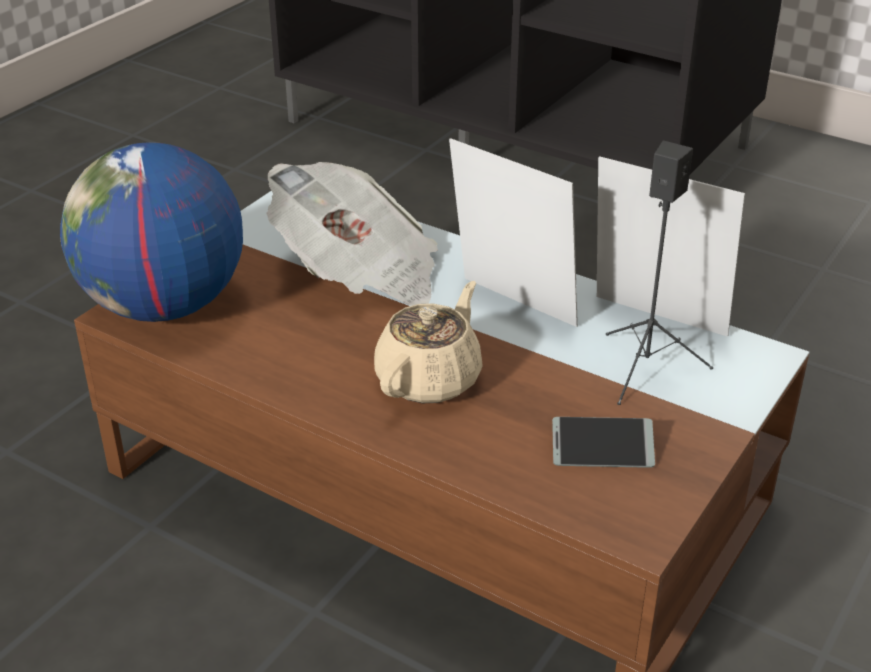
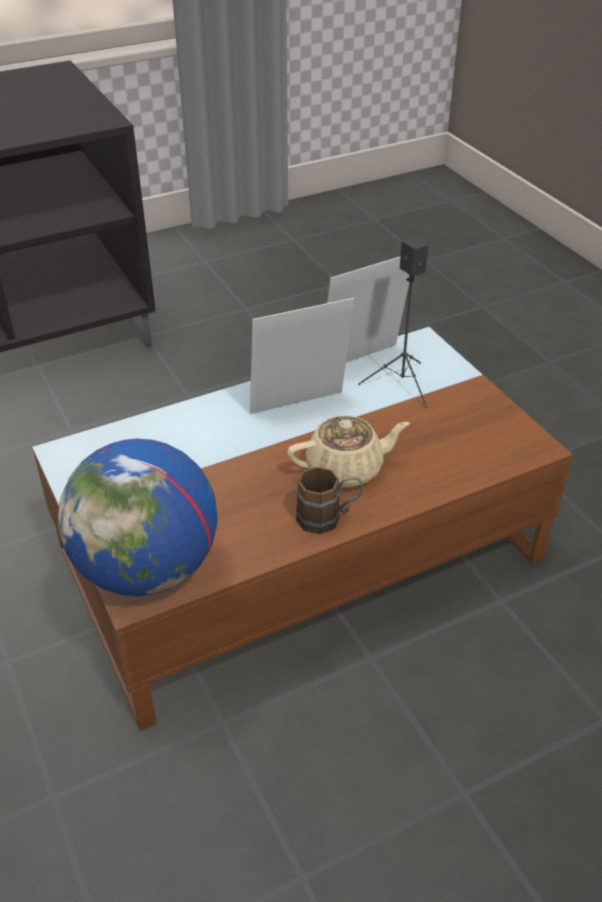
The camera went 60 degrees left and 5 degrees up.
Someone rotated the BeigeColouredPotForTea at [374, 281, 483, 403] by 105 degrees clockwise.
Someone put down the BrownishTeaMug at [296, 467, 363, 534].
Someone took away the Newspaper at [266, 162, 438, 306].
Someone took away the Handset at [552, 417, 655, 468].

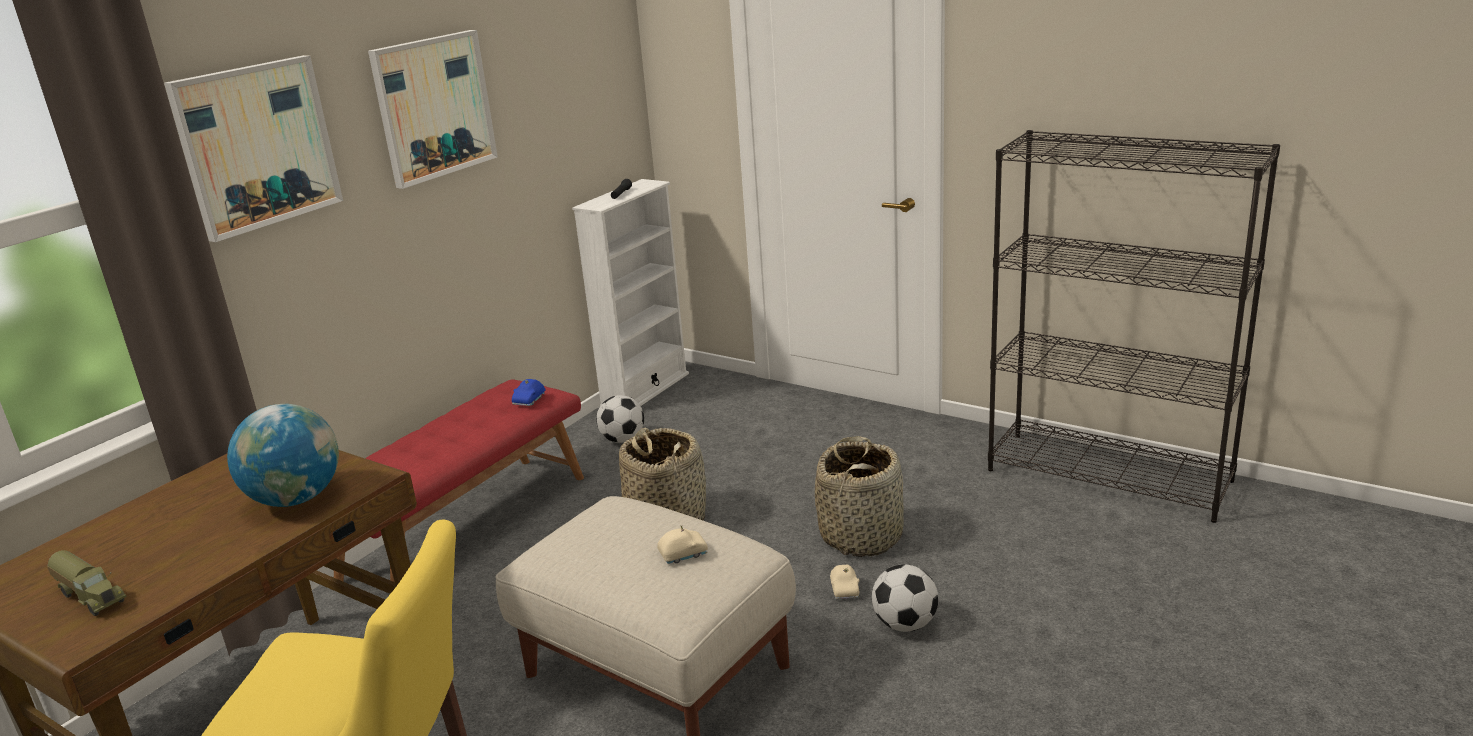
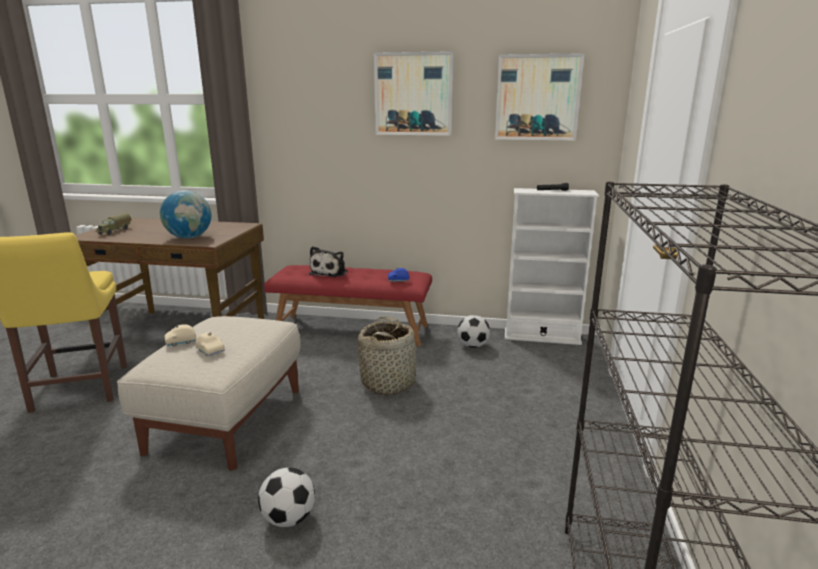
The camera went 65 degrees right and 5 degrees down.
Someone carried the BeigeColouredToyCar from [830, 565, 860, 599] to [165, 324, 196, 346].
Someone put down the CuddlyToy at [309, 246, 347, 277].
Someone carried the Picture from [164, 55, 343, 242] to [495, 53, 584, 141].
Someone took away the StorageBasket at [815, 436, 904, 557].

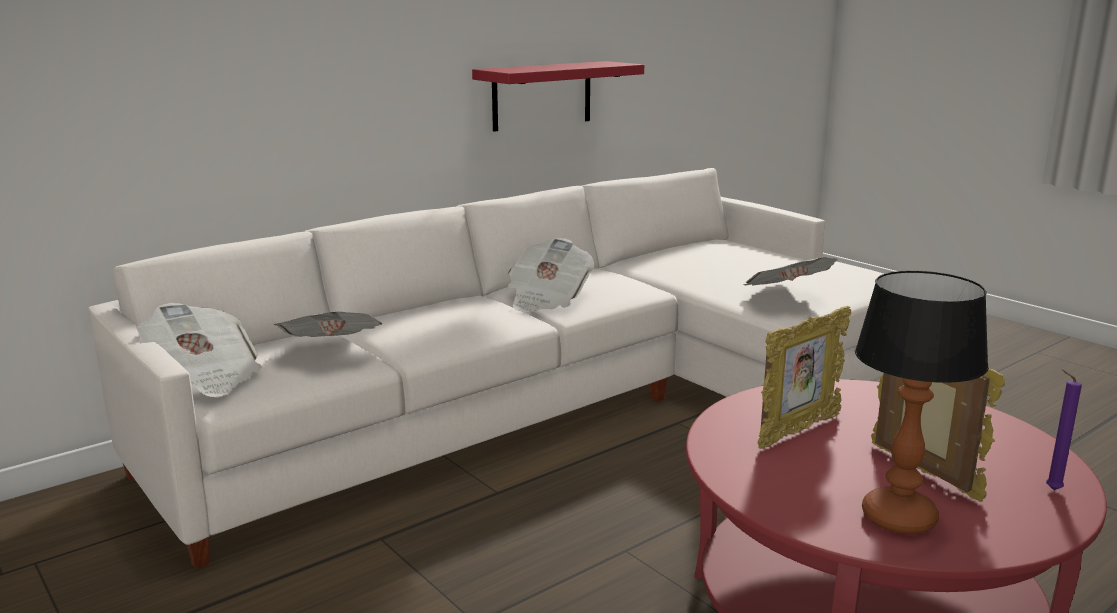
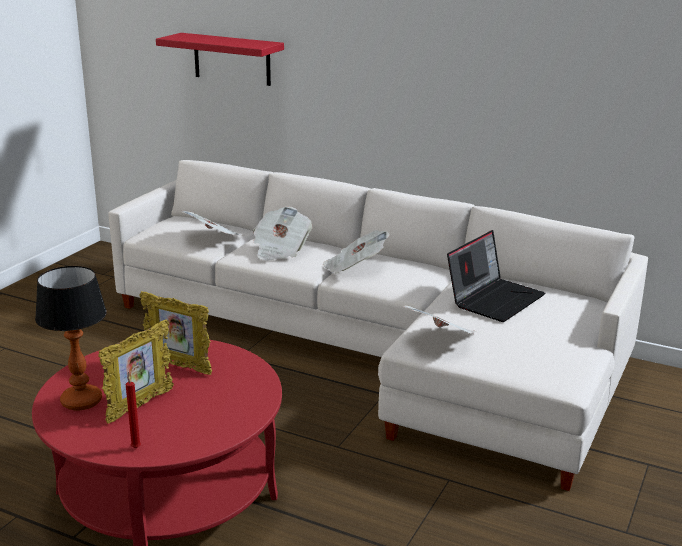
The camera went 65 degrees right and 5 degrees up.
Someone repainted the PurpleCandle at [1046, 370, 1082, 490], which became the RedCandle at [126, 372, 141, 448].
Someone carried the RedWallShelf from [472, 61, 644, 132] to [156, 33, 284, 86].
Someone carried the Newspaper from [137, 303, 262, 397] to [253, 206, 312, 261].
Someone put down the NotebookComputer at [447, 230, 545, 322].

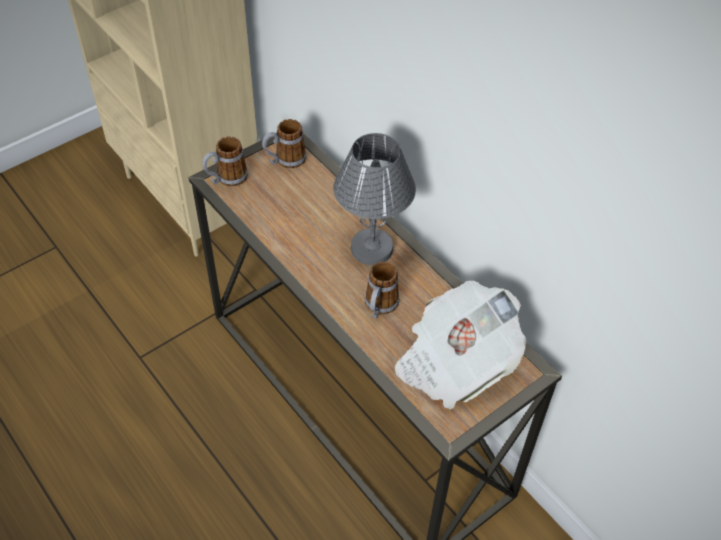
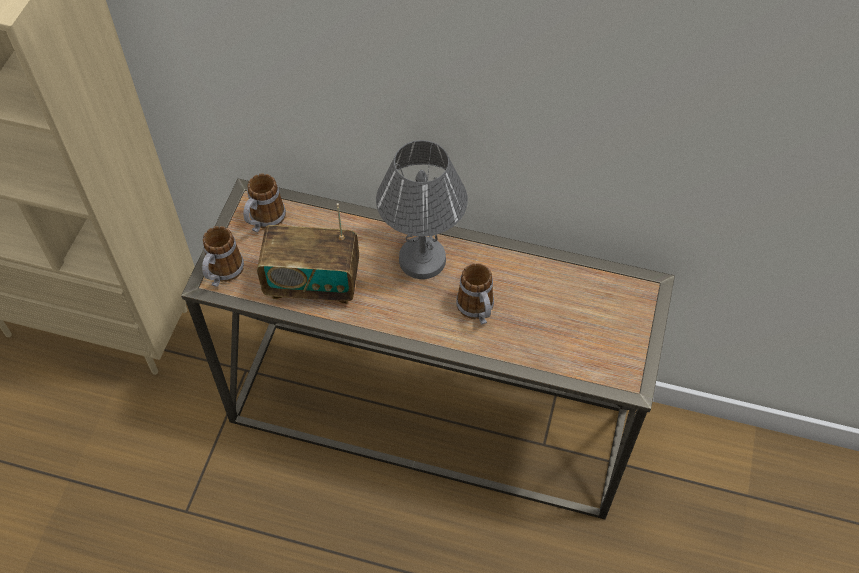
The camera went 35 degrees left and 5 degrees up.
Someone put down the RadioReceiver at [257, 203, 359, 304].
Someone took away the Newspaper at [395, 280, 526, 409].

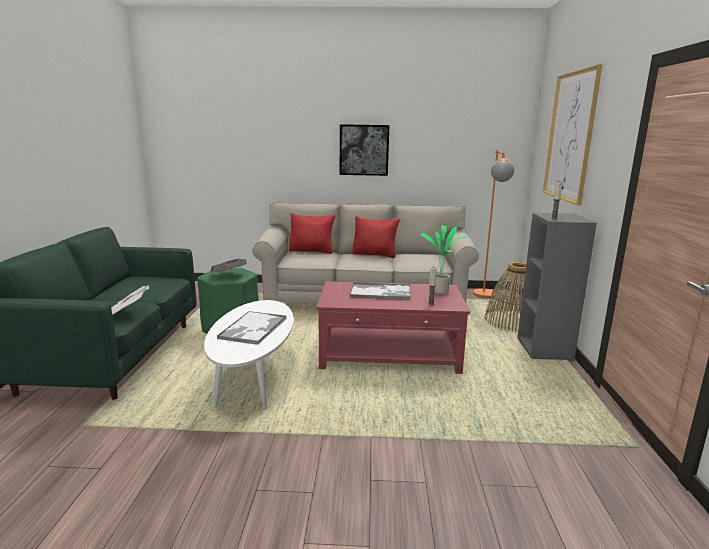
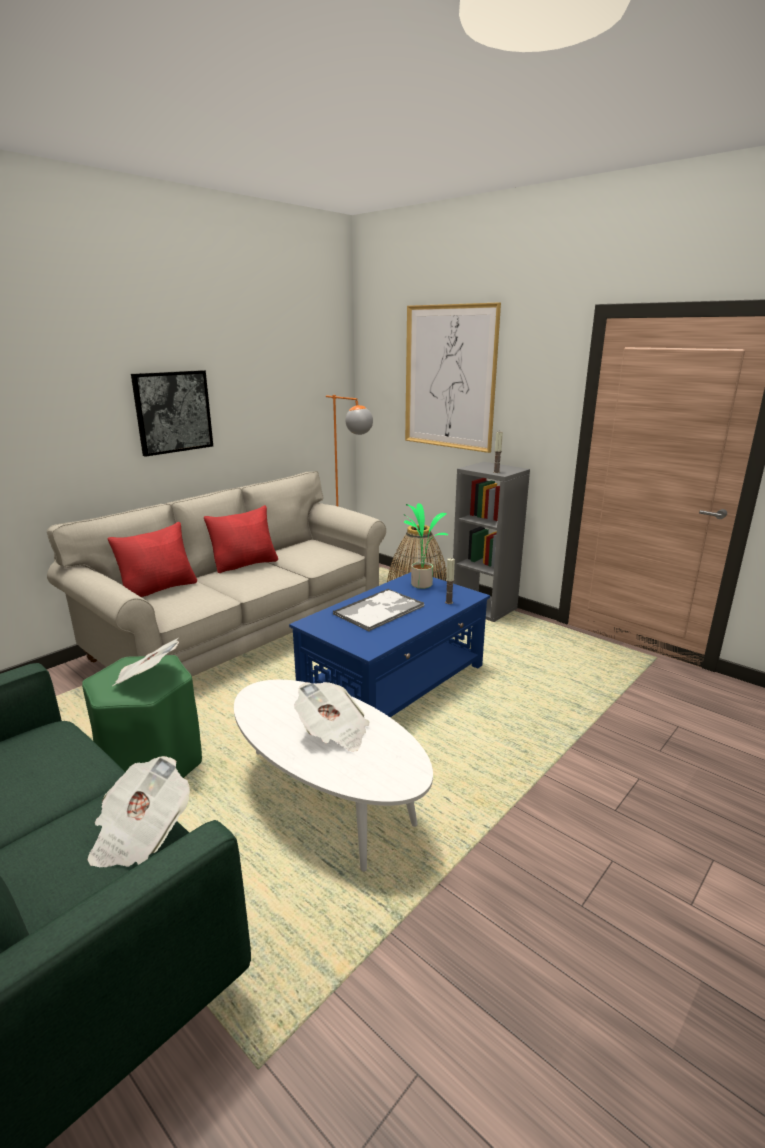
The camera went 50 degrees left and 5 degrees up.
Someone repainted the RedLoungeTable at [317, 281, 470, 374], which became the BlueColouredLoungeTable at [289, 572, 490, 717].
Someone swapped the CarryingTray at [217, 311, 287, 345] for the Newspaper at [294, 682, 370, 752].

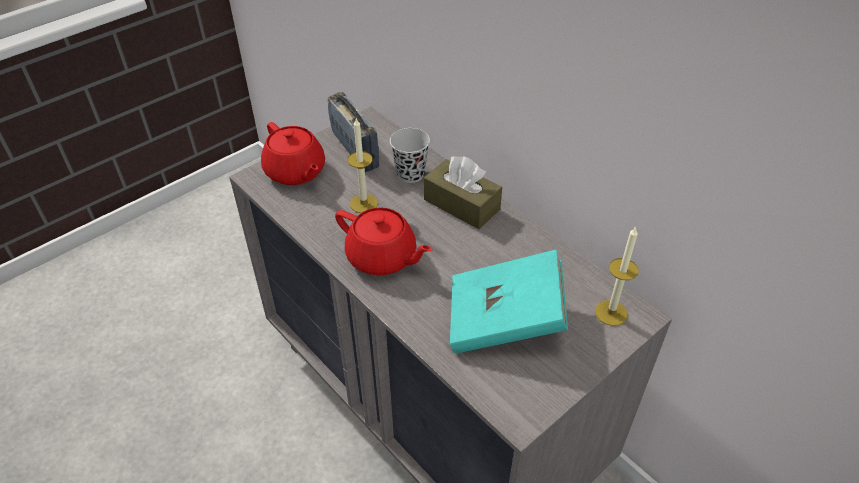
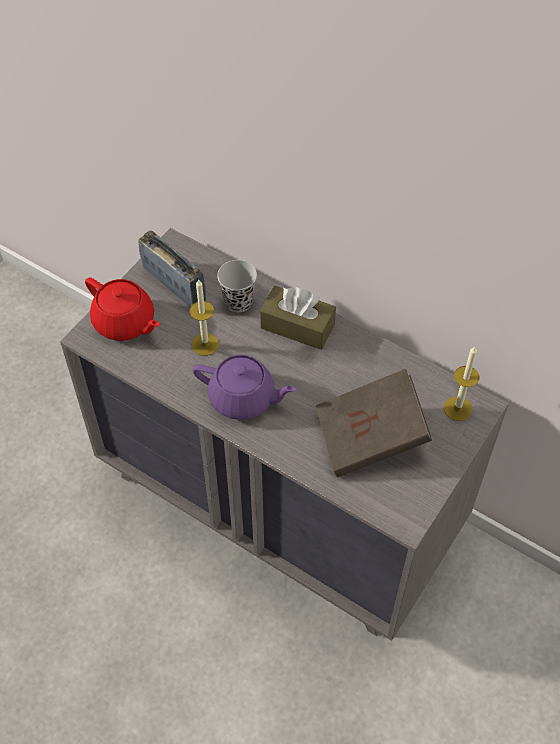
The camera went 15 degrees left and 10 degrees up.
Someone repainted the RedPotForTea at [335, 207, 433, 275], which became the PurplePotForTea at [193, 355, 297, 420].
Someone repainted the BlueGreenBook at [450, 250, 568, 353], which became the BrownishBook at [316, 369, 432, 477].

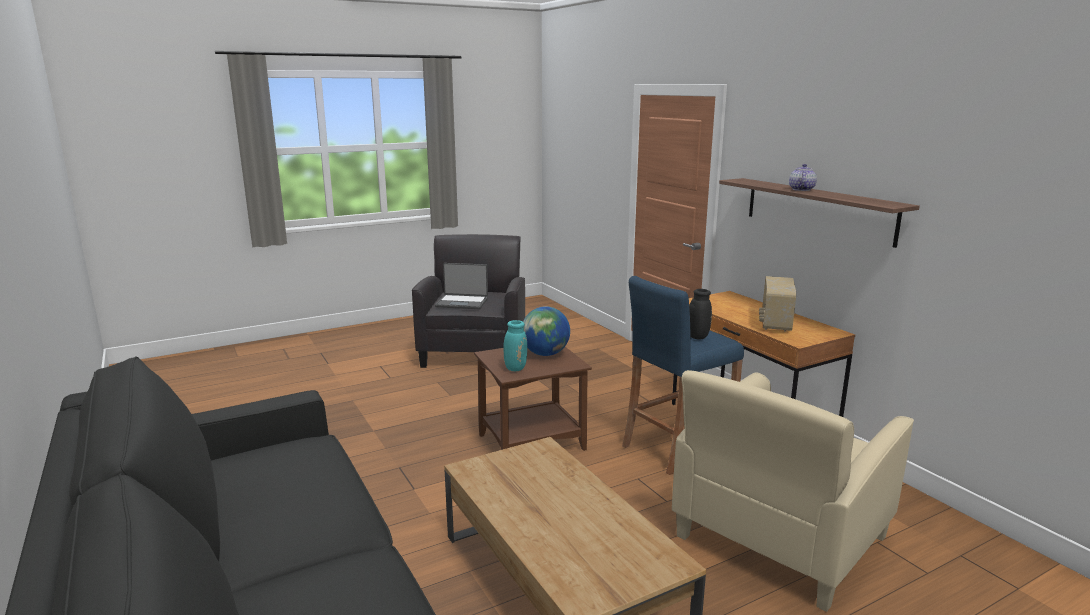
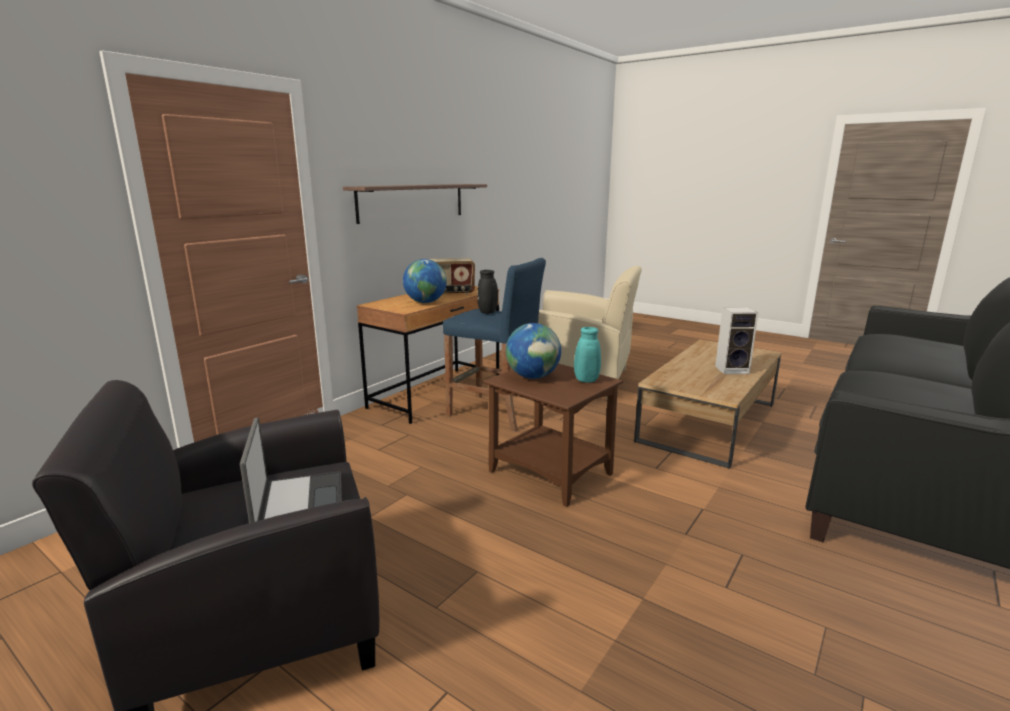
The camera went 115 degrees left and 0 degrees up.
Someone put down the WorldGlobe at [403, 259, 447, 303].
Someone put down the Loudspeaker at [715, 307, 758, 374].
Someone took away the PotForTea at [789, 164, 817, 191].

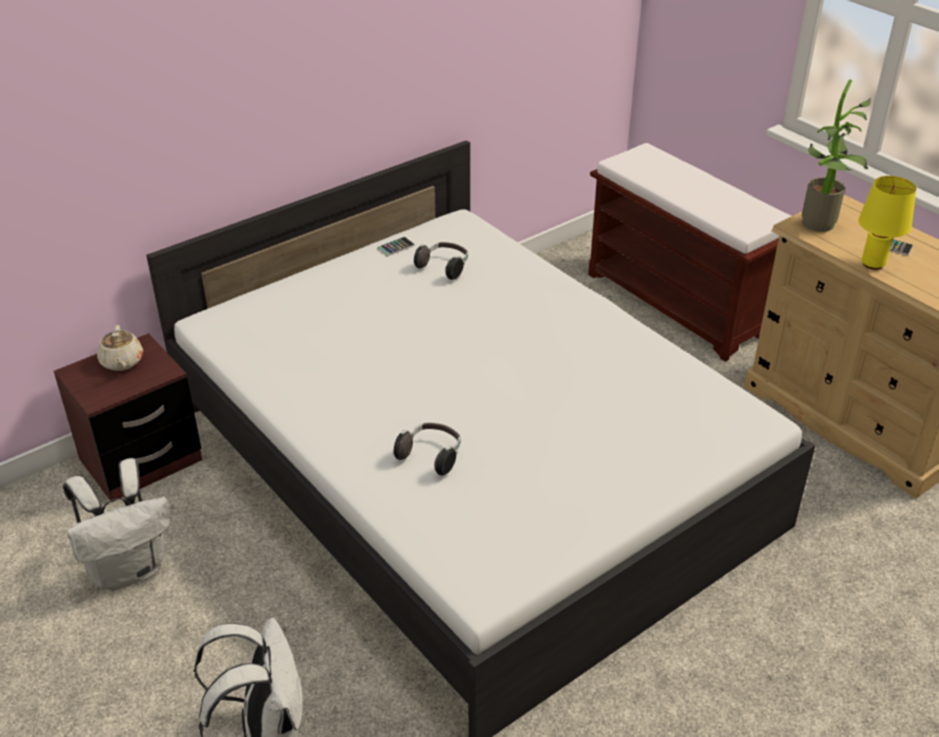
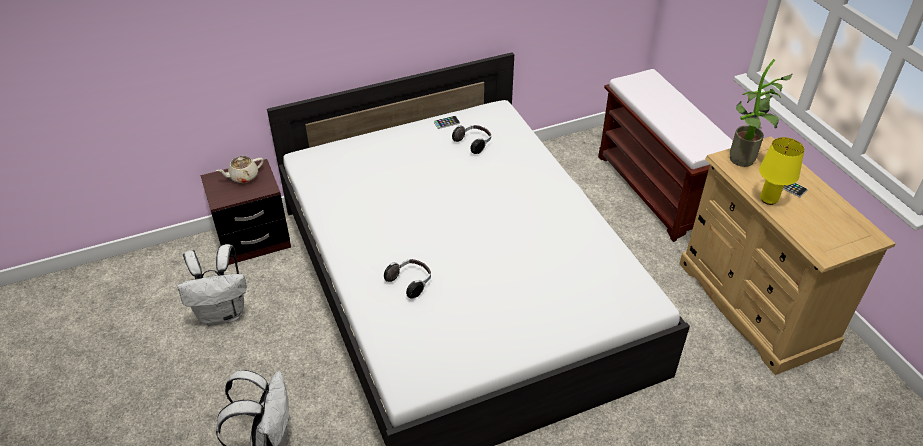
The camera went 15 degrees right and 5 degrees up.
Someone rotated the BeigeColouredPotForTea at [97, 325, 143, 371] by 60 degrees clockwise.

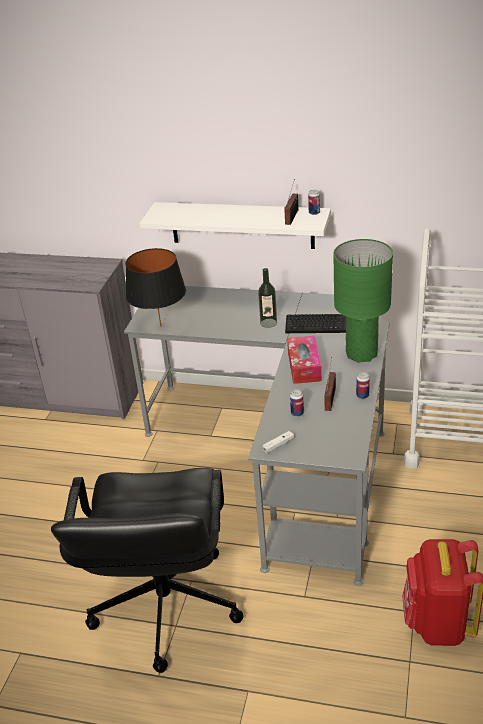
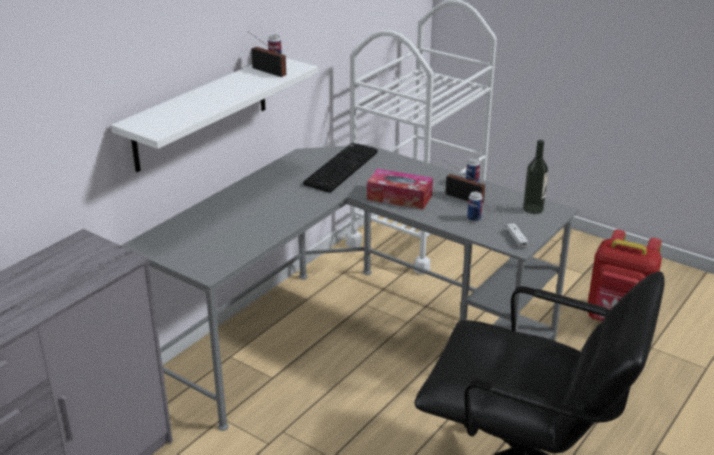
The camera went 70 degrees left and 5 degrees down.
Someone carried the DrinkBottle from [258, 268, 277, 328] to [523, 140, 548, 214].
Someone took away the BlackColouredTabletopLamp at [126, 248, 186, 327].
Someone took away the GreenTabletopLamp at [333, 239, 393, 363].

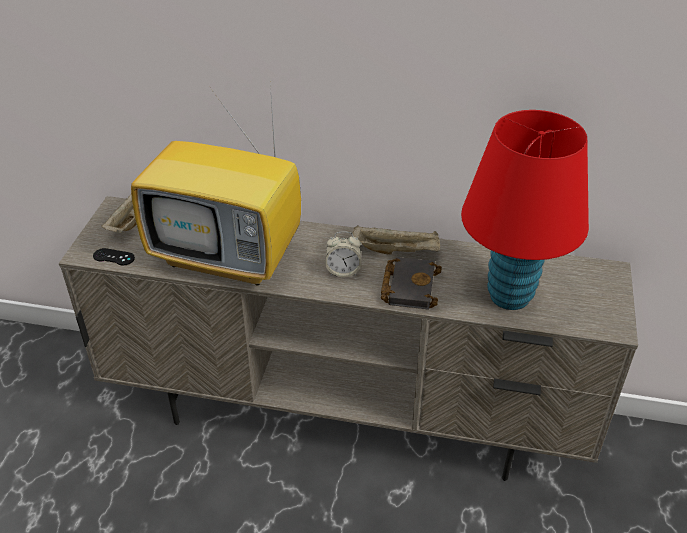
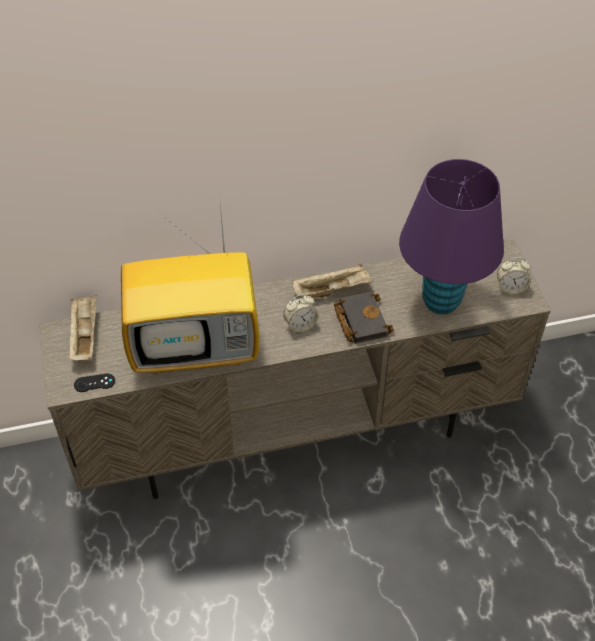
The camera went 25 degrees left and 10 degrees up.
Someone repainted the RedTabletopLamp at [461, 110, 589, 310], which became the PurpleTabletopLamp at [399, 159, 504, 314].
Someone put down the TableClock at [497, 257, 531, 295].

